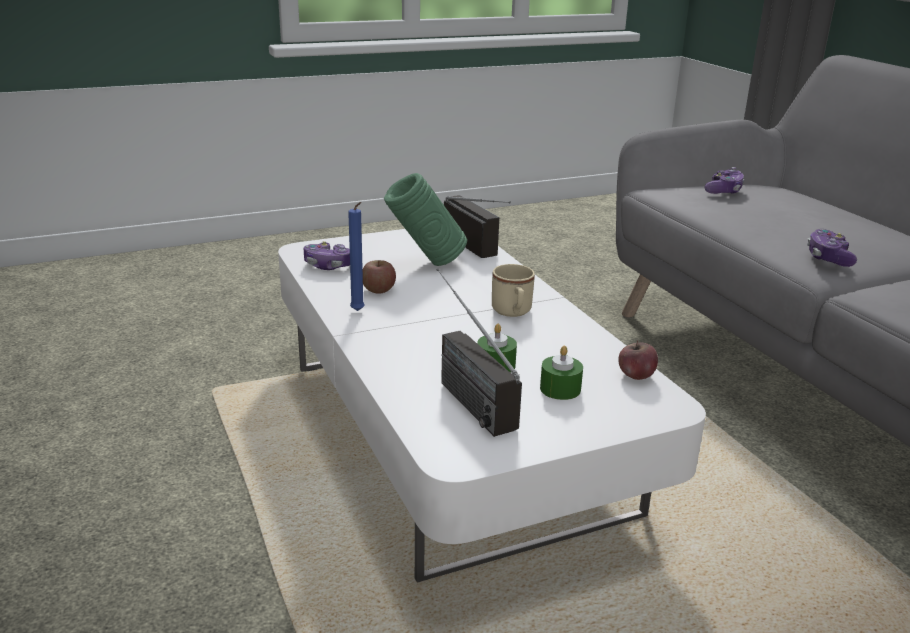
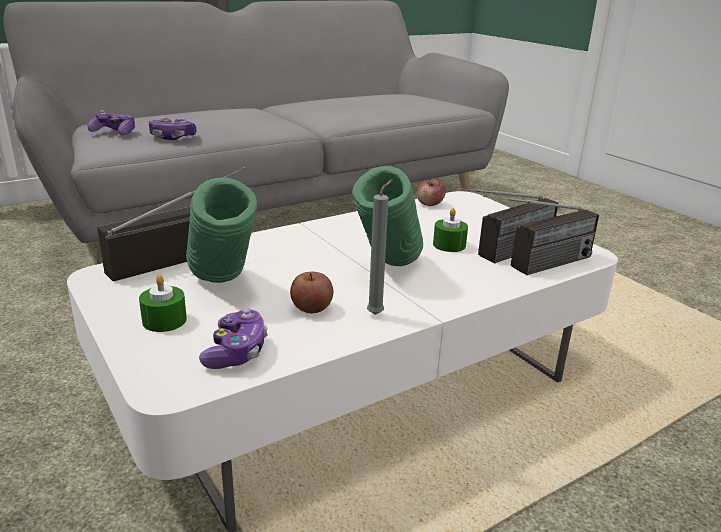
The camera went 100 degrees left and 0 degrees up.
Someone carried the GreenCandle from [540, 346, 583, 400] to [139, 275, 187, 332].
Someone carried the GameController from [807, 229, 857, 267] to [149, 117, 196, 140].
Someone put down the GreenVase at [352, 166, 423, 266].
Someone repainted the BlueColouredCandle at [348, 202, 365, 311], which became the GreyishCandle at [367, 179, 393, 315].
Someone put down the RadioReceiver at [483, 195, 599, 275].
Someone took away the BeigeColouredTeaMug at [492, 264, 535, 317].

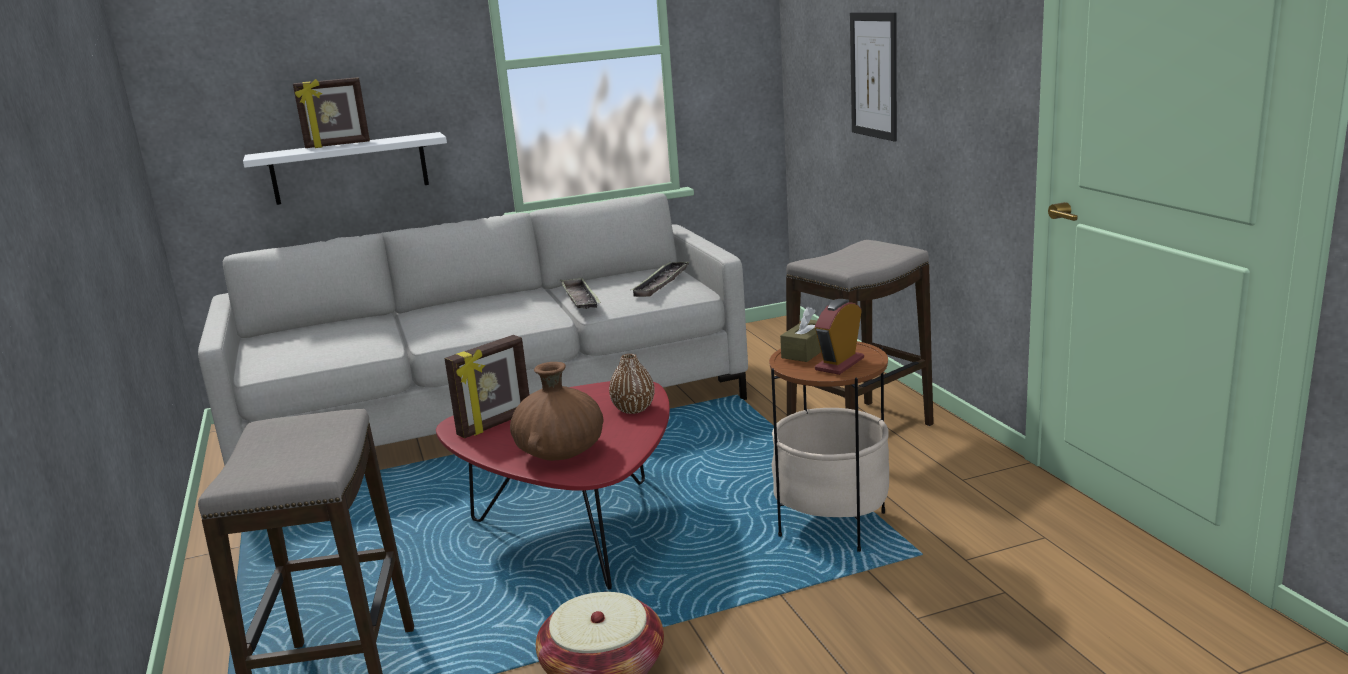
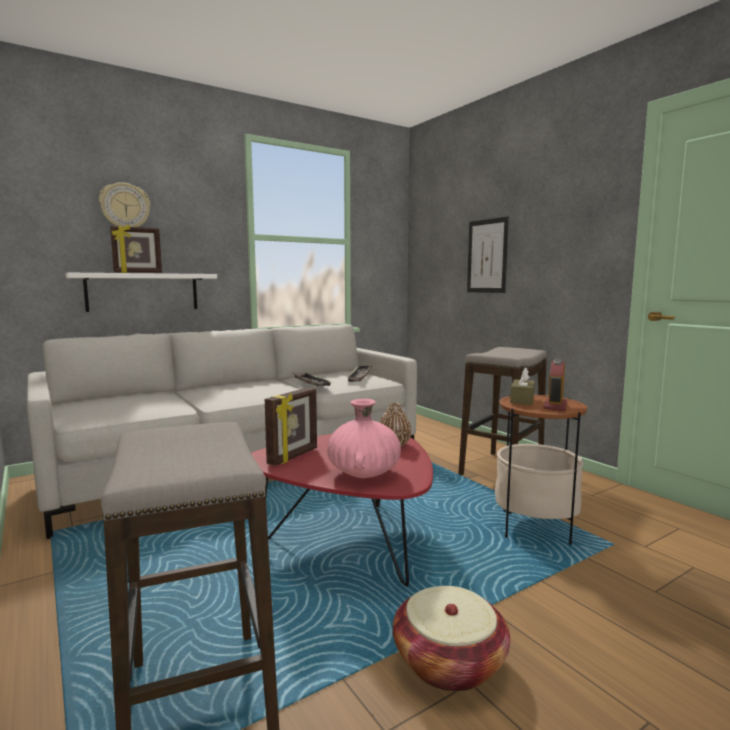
The camera went 15 degrees left and 10 degrees down.
Someone put up the ClockOnTheWall at [99, 182, 150, 227].
Someone repainted the BrownishVase at [510, 362, 603, 461], which became the PinkColouredVase at [327, 399, 401, 478].

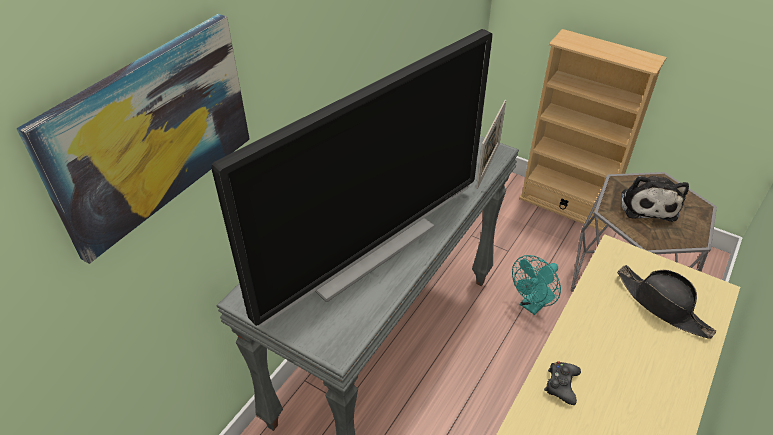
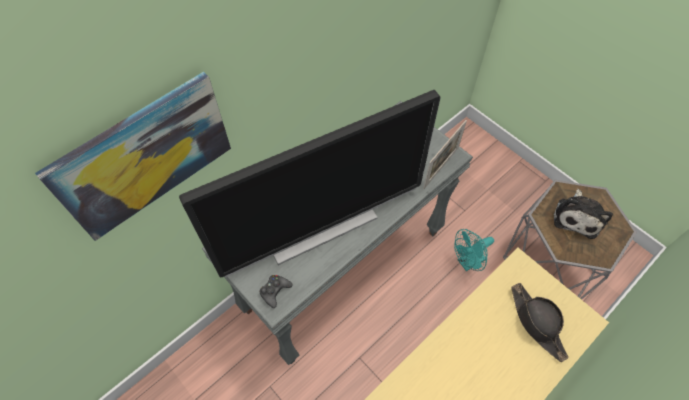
The camera went 15 degrees right and 15 degrees up.
Someone carried the BlackColouredGameController from [544, 361, 581, 405] to [260, 275, 292, 308].
Someone took away the BeigeColouredBookshelf at [519, 29, 667, 231].

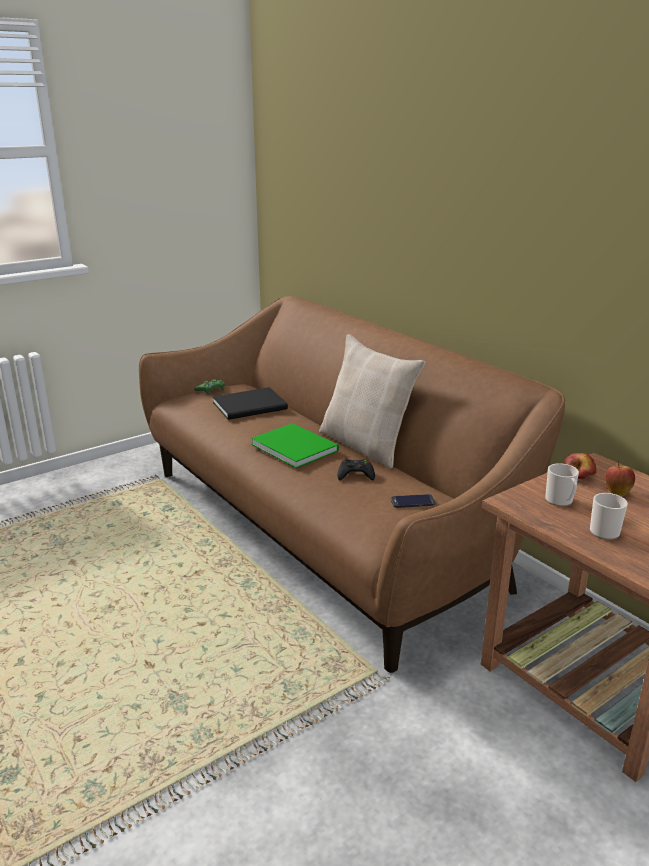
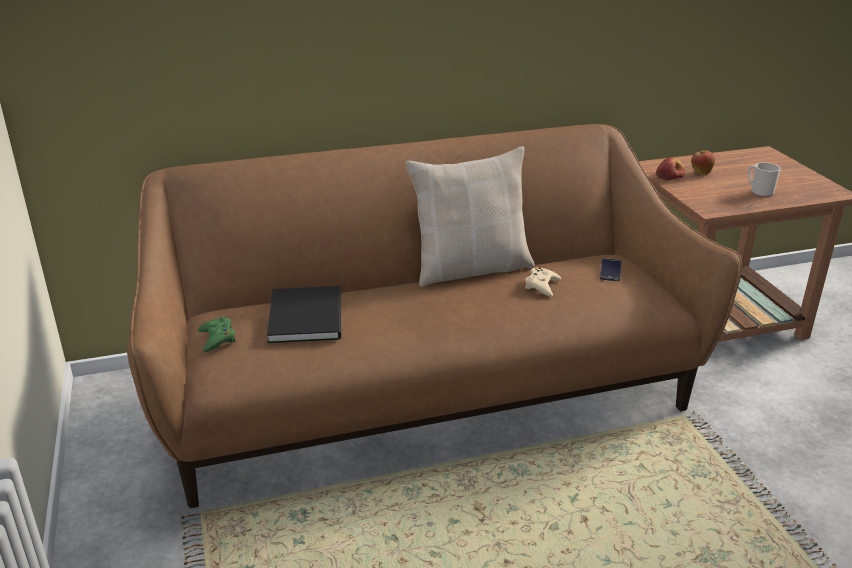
The camera went 70 degrees left and 5 degrees up.
Someone repainted the BlackColouredGameController at [337, 458, 375, 481], which became the BeigeColouredGameController at [525, 267, 561, 297].
Someone took away the GreenBook at [251, 423, 339, 468].
Someone took away the TeaMug at [545, 463, 579, 507].

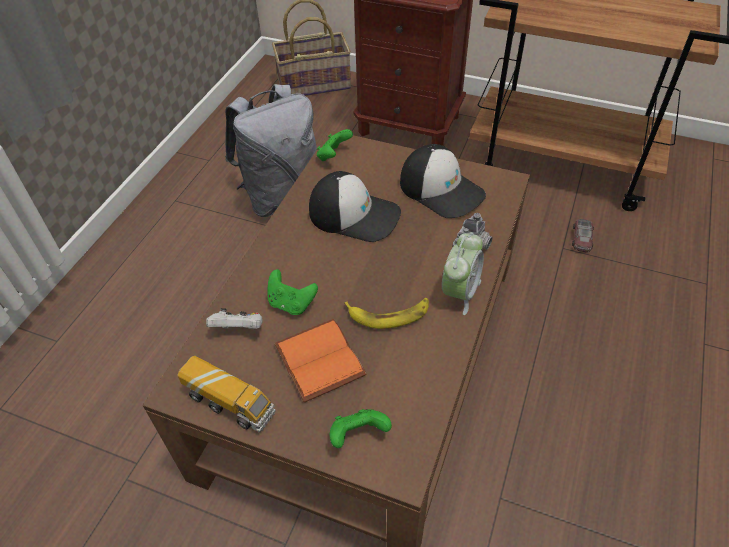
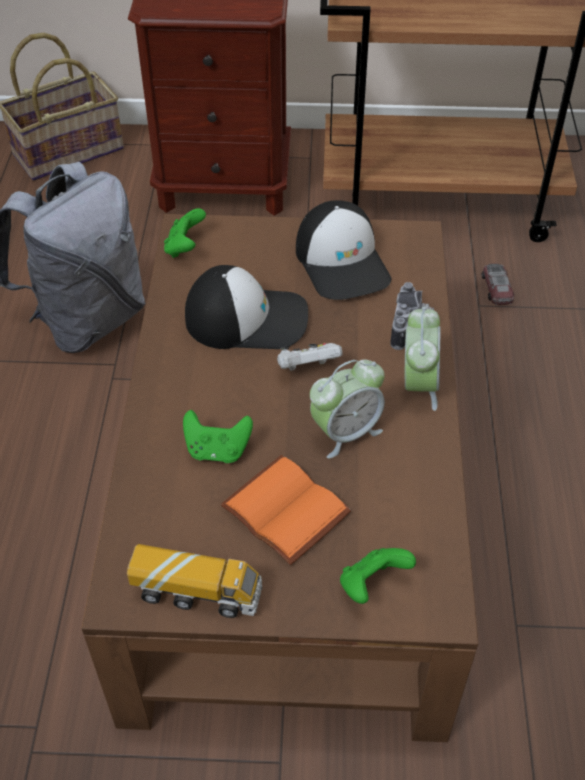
The camera went 20 degrees left and 0 degrees up.
Someone carried the WhiteGameController from [206, 308, 263, 330] to [277, 343, 342, 371].
Someone rotated the BaseballCap at [400, 144, 486, 218] by 45 degrees clockwise.
Someone swapped the Banana at [344, 298, 429, 329] for the TableClock at [310, 359, 385, 459].

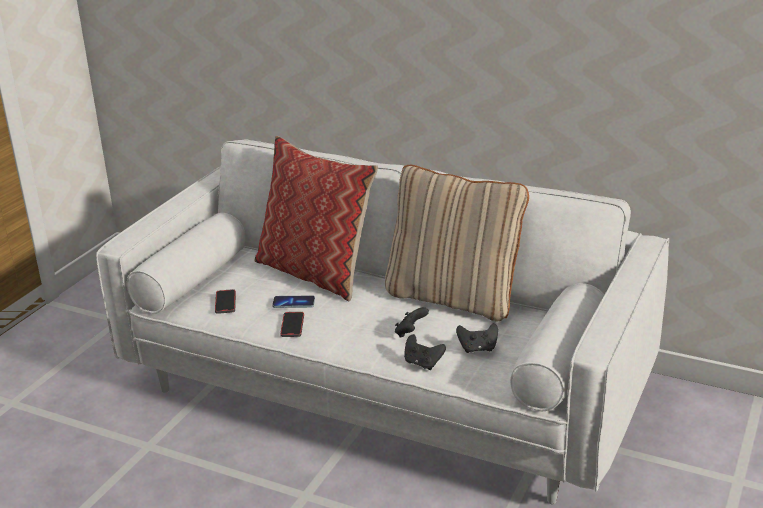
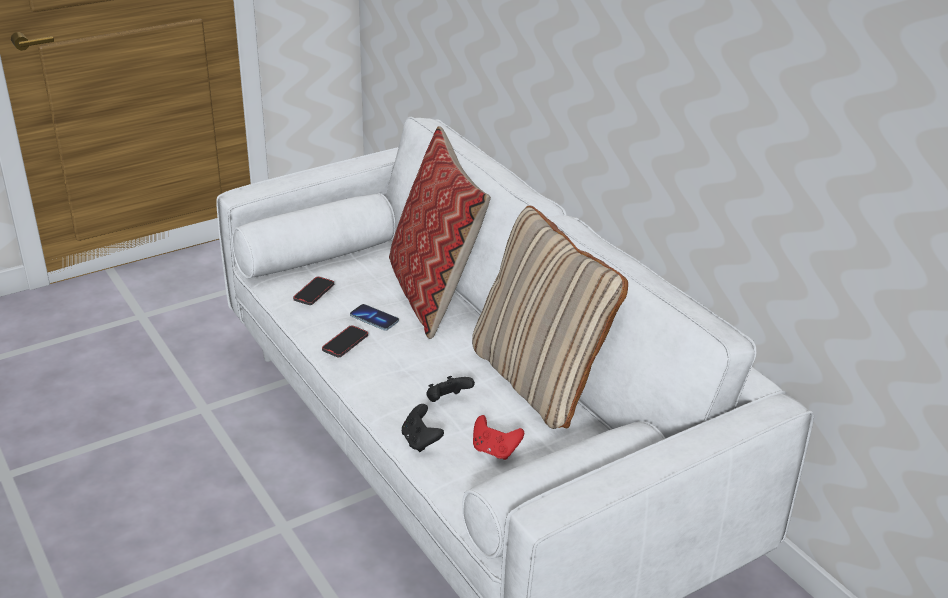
The camera went 30 degrees right and 5 degrees up.
Someone repainted the BlackColouredGameController at [456, 323, 498, 353], which became the RedGameController at [473, 415, 524, 460].

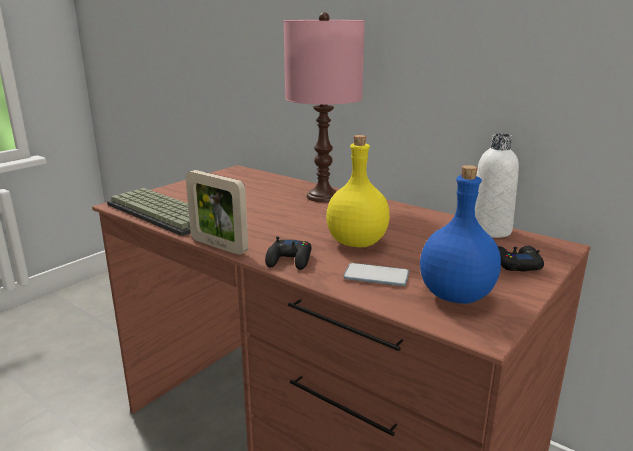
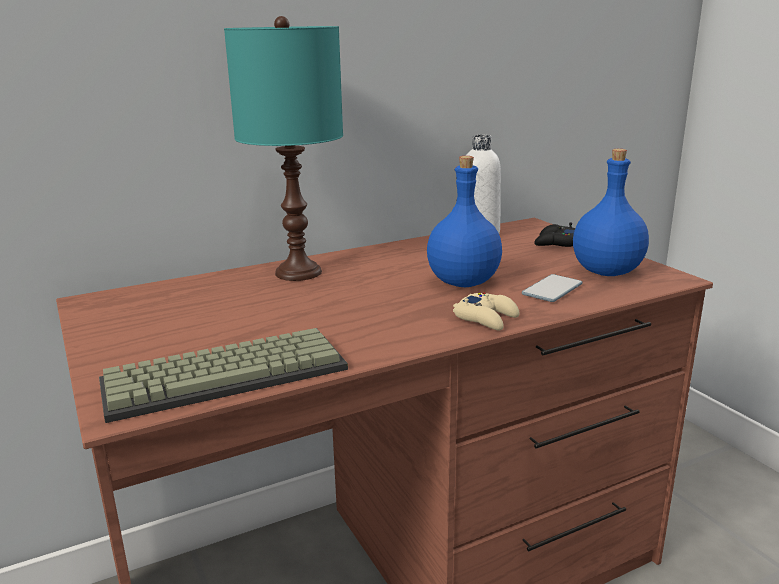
The camera went 65 degrees left and 0 degrees up.
Someone repainted the PinkColouredTabletopLamp at [284, 12, 365, 202], which became the BlueGreenTabletopLamp at [224, 16, 343, 281].
Someone repainted the YellowColouredDrinkBottle at [326, 135, 390, 248], which became the BlueColouredDrinkBottle at [427, 156, 502, 287].
Someone repainted the BlackColouredGameController at [265, 237, 312, 270], which became the BeigeColouredGameController at [453, 293, 520, 330].
Someone took away the PhotoFrame at [186, 170, 248, 255].

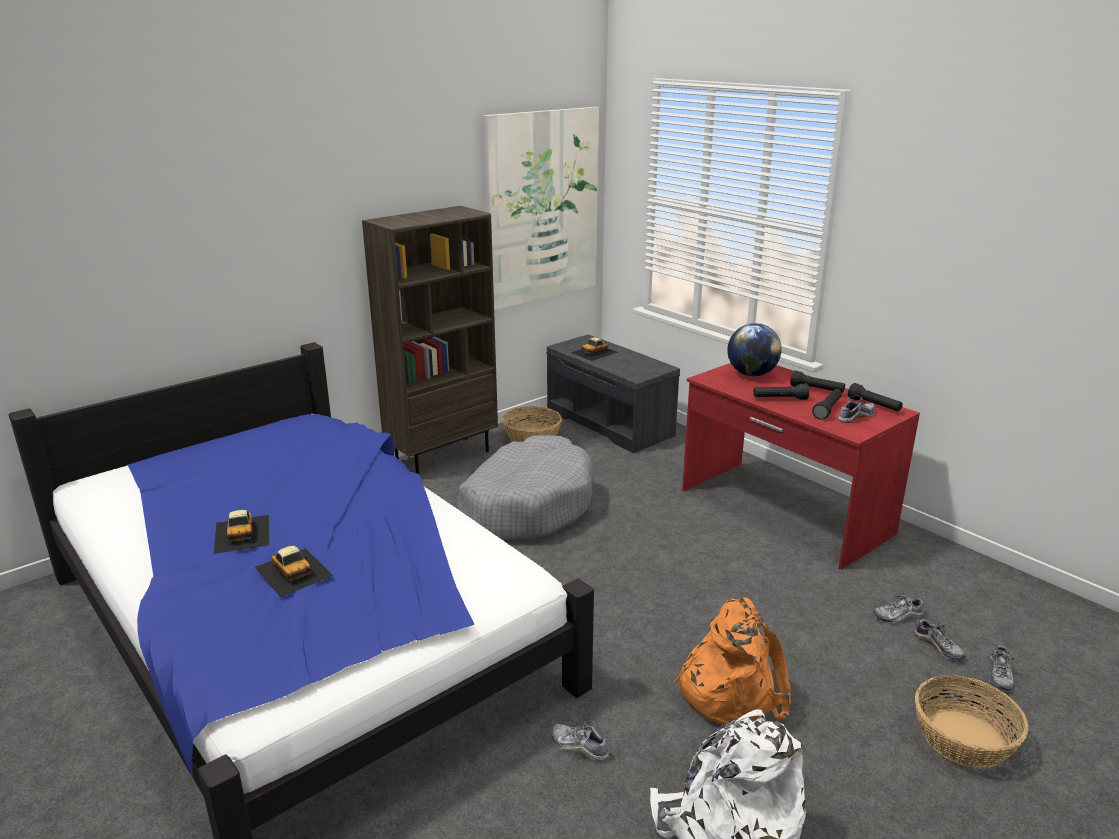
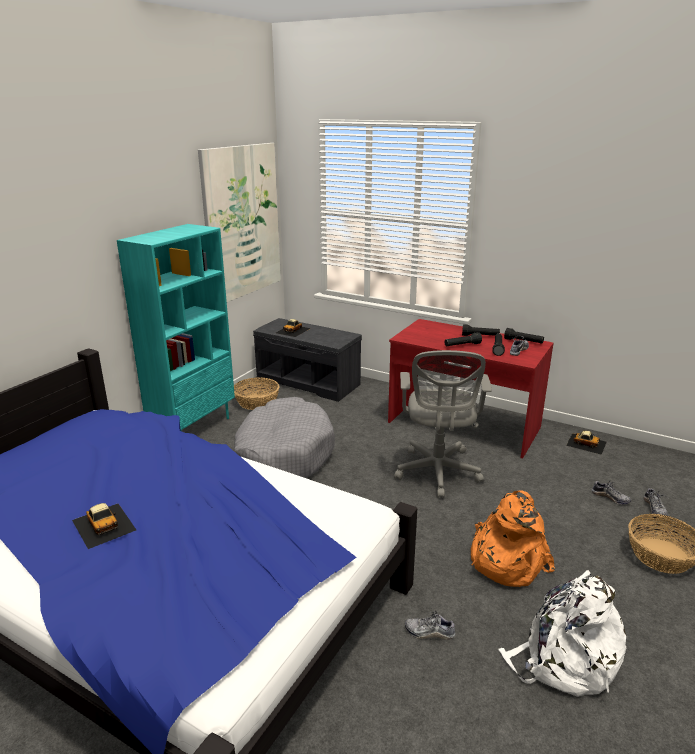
The camera went 20 degrees left and 0 degrees up.
Someone repainted the BrownishBookshelf at [362, 206, 498, 474], which became the BlueGreenBookshelf at [117, 224, 235, 431].
Someone put down the GreyishDeskChair at [394, 350, 492, 498].
Someone carried the ToyCar from [254, 546, 333, 597] to [566, 431, 607, 455].
Someone took away the WorldGlobe at [727, 323, 782, 376].
Someone took away the LowShoe at [873, 592, 923, 624].

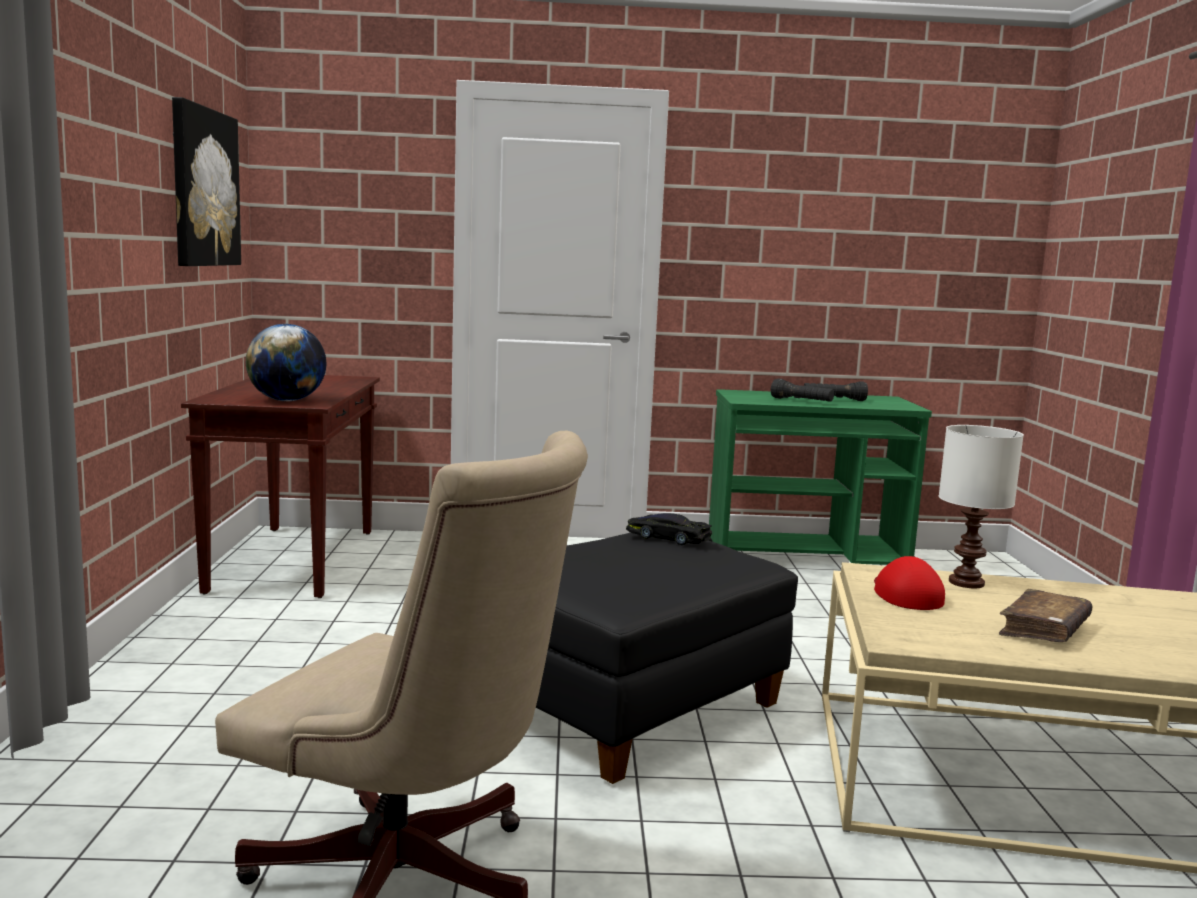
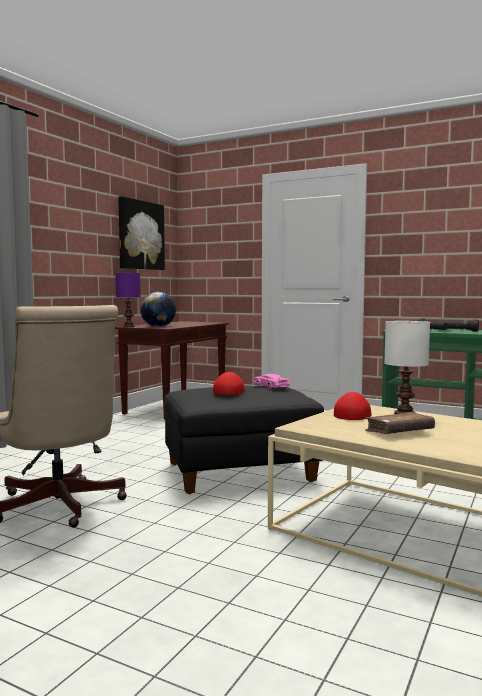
The camera went 30 degrees right and 5 degrees down.
Someone put down the PurpleTabletopLamp at [115, 273, 141, 327].
Someone put down the RedBaseballCap at [213, 372, 245, 395].
Someone repainted the BlackColouredToyCar at [626, 513, 712, 545], which became the PinkColouredToyCar at [254, 374, 290, 389].

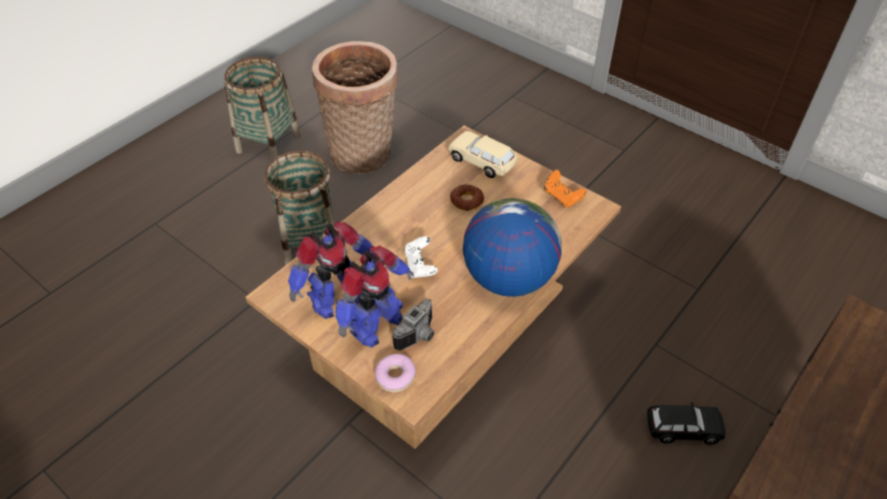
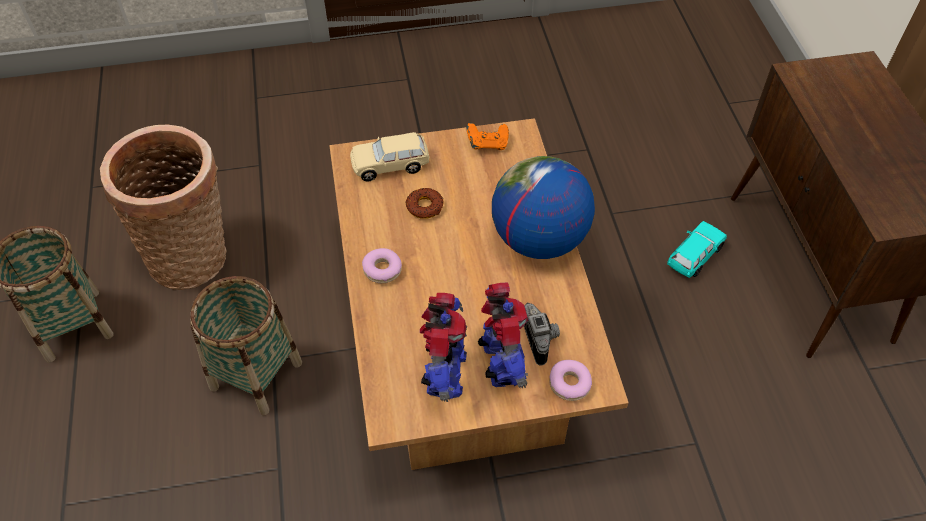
The camera went 50 degrees left and 5 degrees up.
Someone put down the Donut at [362, 248, 402, 283].
Someone repainted the BlackColouredToyCar at [647, 402, 726, 445], which became the BlueGreenToyCar at [667, 221, 727, 278].
Someone took away the WhiteGameController at [404, 236, 438, 278].

